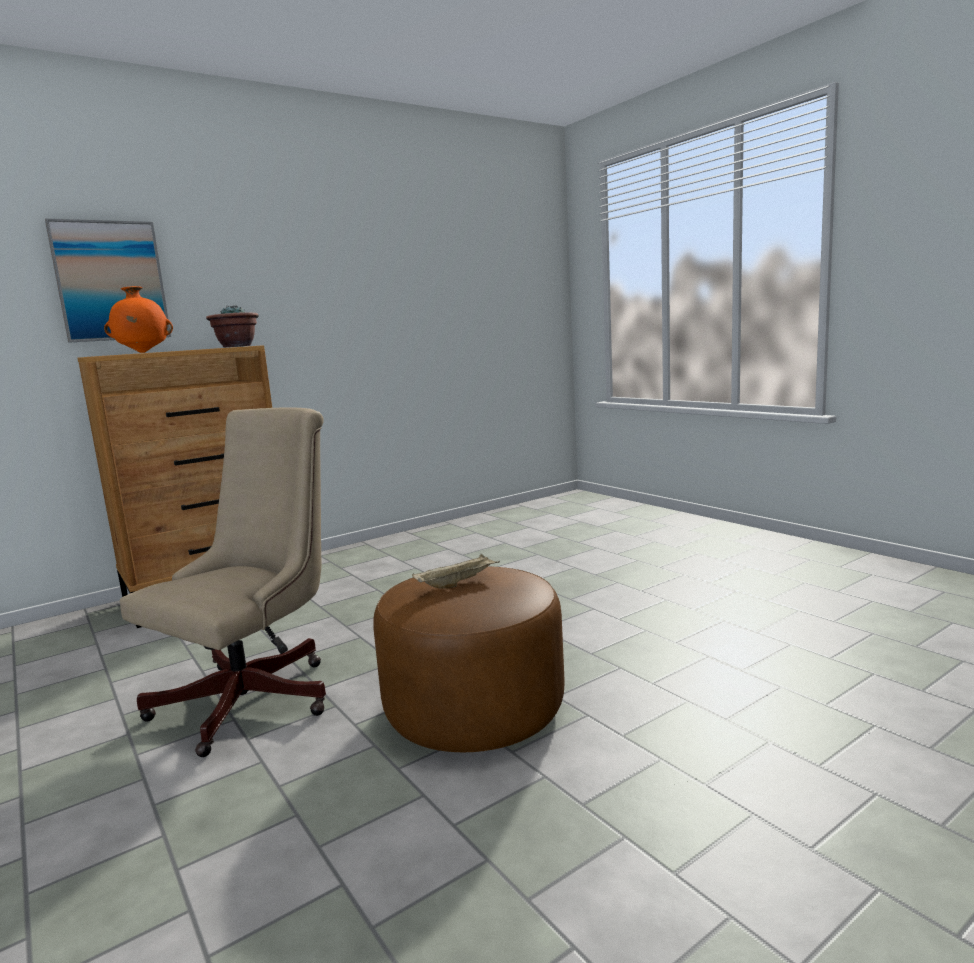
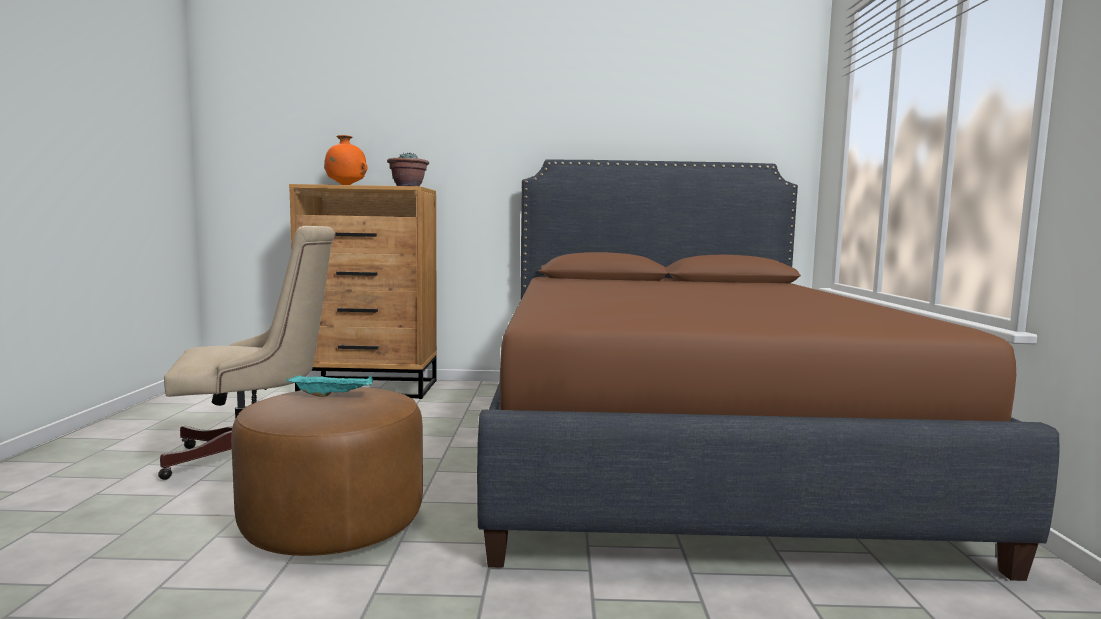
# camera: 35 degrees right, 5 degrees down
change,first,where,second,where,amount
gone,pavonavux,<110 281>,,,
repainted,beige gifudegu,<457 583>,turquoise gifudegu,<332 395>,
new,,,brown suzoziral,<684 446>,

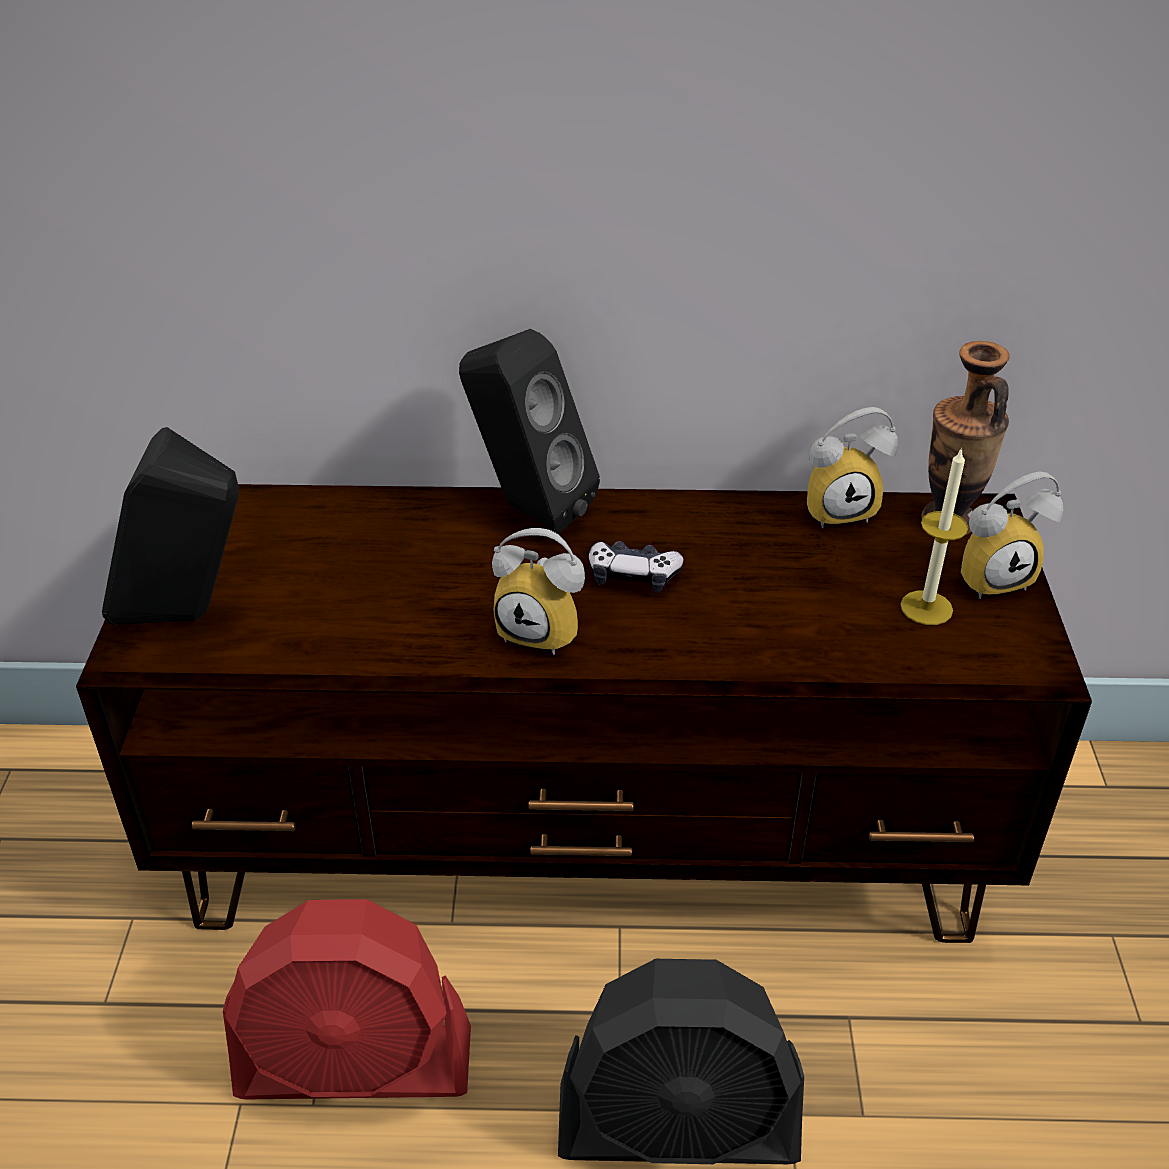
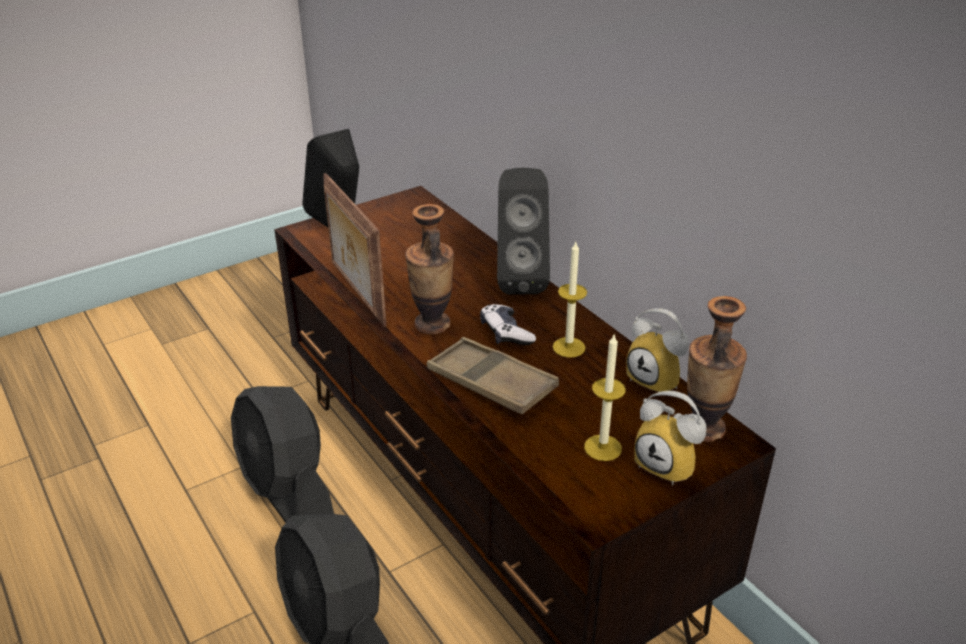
# camera: 55 degrees right, 5 degrees down
change,first,where,second,where,amount
swapped,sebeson,<545 630>,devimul,<432 324>,
repainted,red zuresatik,<356 1064>,black zuresatik,<287 491>,
new,,,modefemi,<356 294>,
new,,,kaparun,<569 347>,
new,,,brown gifudegu,<491 383>,

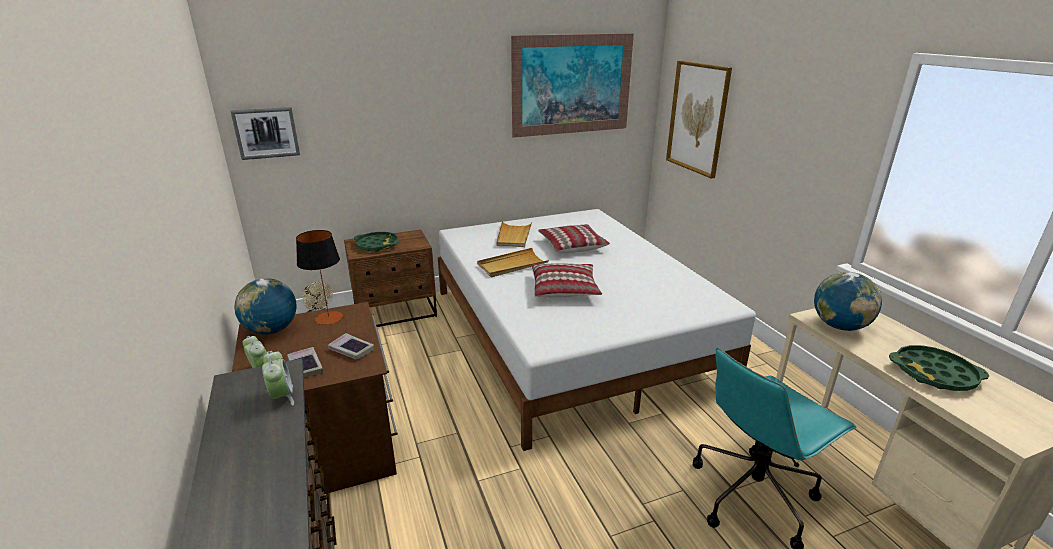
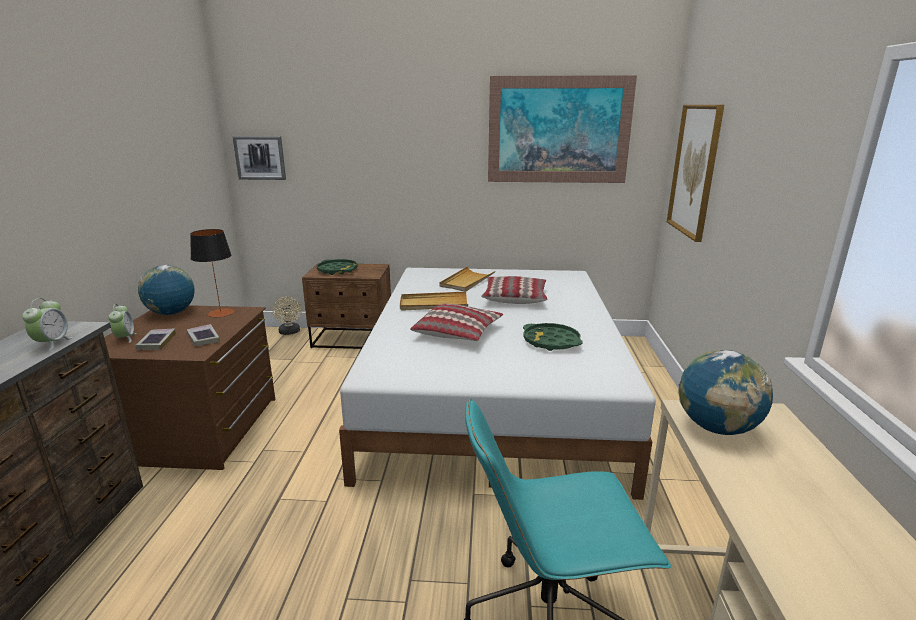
# camera: 25 degrees right, 5 degrees down
change,first,where,second,where,amount
shifted,green gifudegu,<934 373>,,<551 341>,

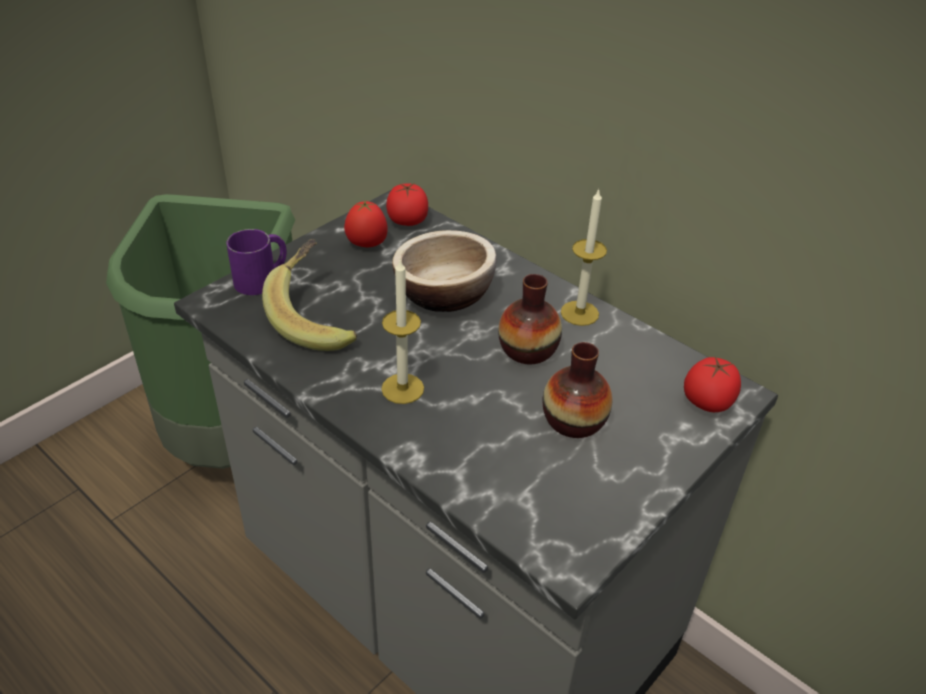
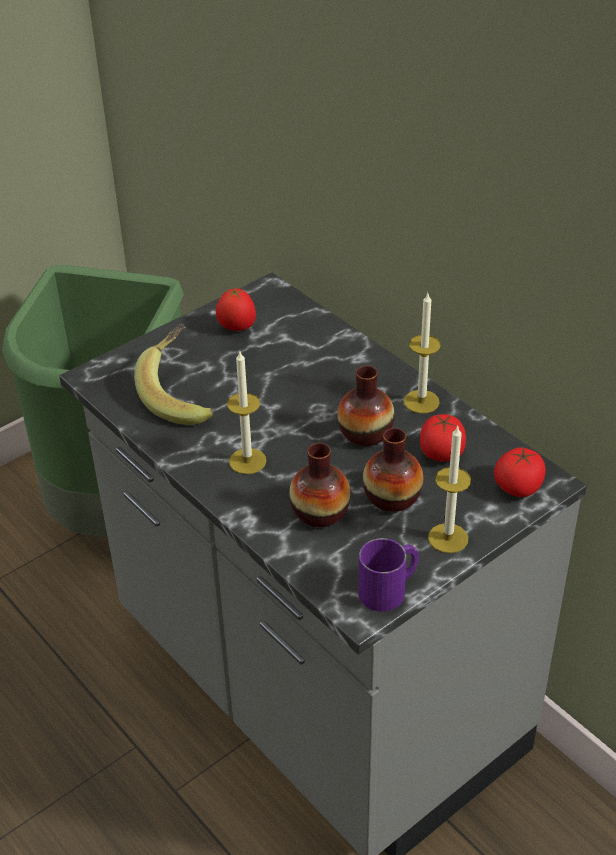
# camera: 10 degrees right, 0 degrees up
change,first,where,second,where,amount
shifted,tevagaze,<407 220>,,<441 453>,
shifted,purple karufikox,<262 278>,,<389 589>,
gone,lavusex,<444 293>,,,
new,,,kaparun,<448 538>,
new,,,devimul,<320 512>,

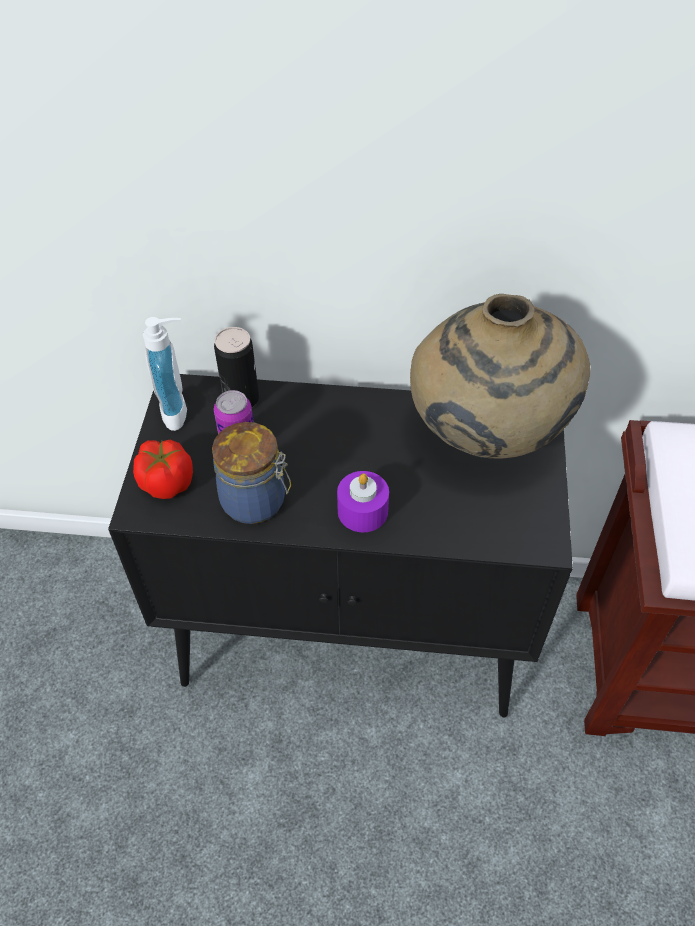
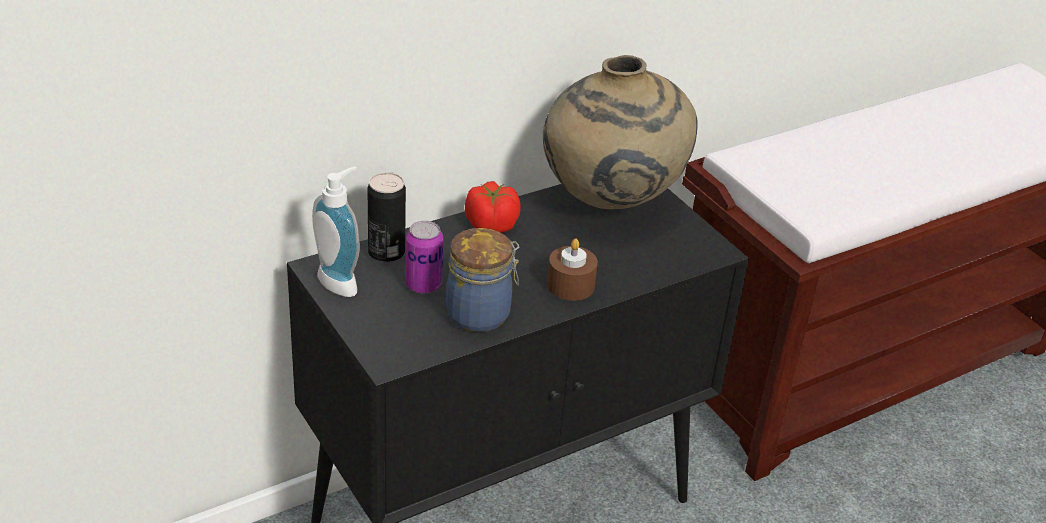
# camera: 40 degrees left, 15 degrees down
change,first,where,second,where,amount
shifted,tevagaze,<166 482>,,<491 225>,
repainted,purple kaparun,<362 511>,brown kaparun,<570 285>,

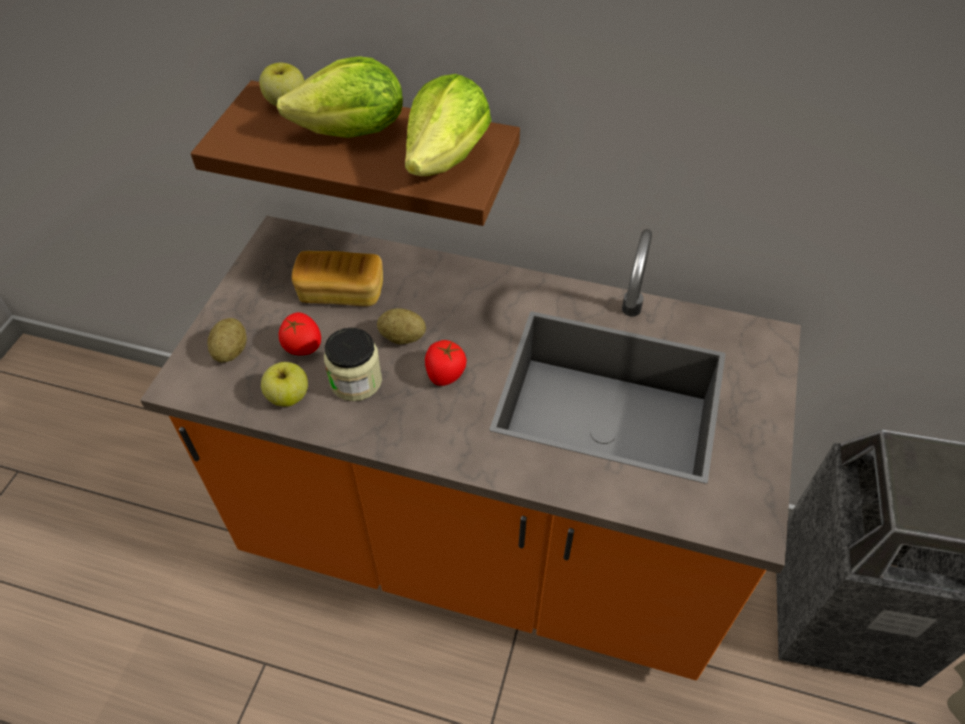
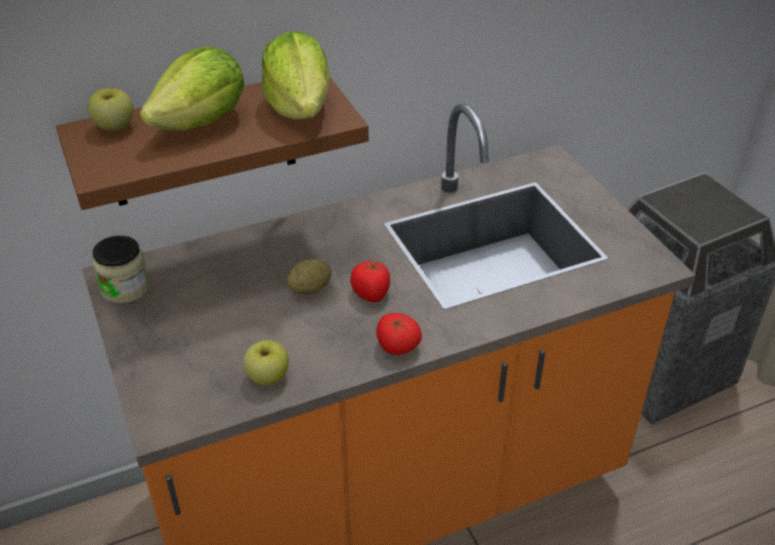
# camera: 40 degrees left, 10 degrees down
change,first,where,second,where,amount
gone,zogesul,<341 292>,,,
shifted,tevagaze,<302 346>,,<397 347>,
gone,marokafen,<231 351>,,,
shifted,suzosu,<356 381>,,<125 288>,

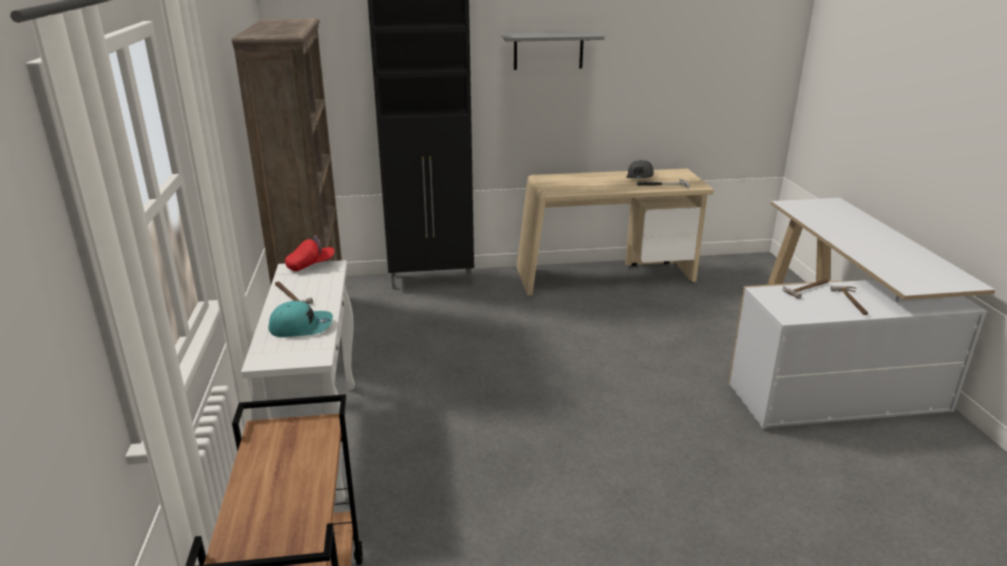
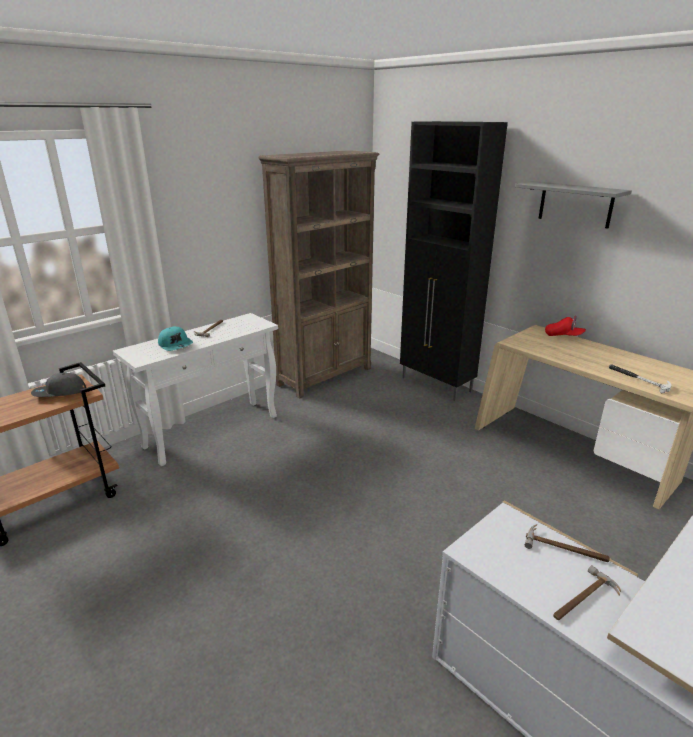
# camera: 55 degrees right, 0 degrees up
change,first,where,second,where,amount
shifted,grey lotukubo,<640 176>,,<59 393>,
shifted,red lotukubo,<311 265>,,<563 336>,

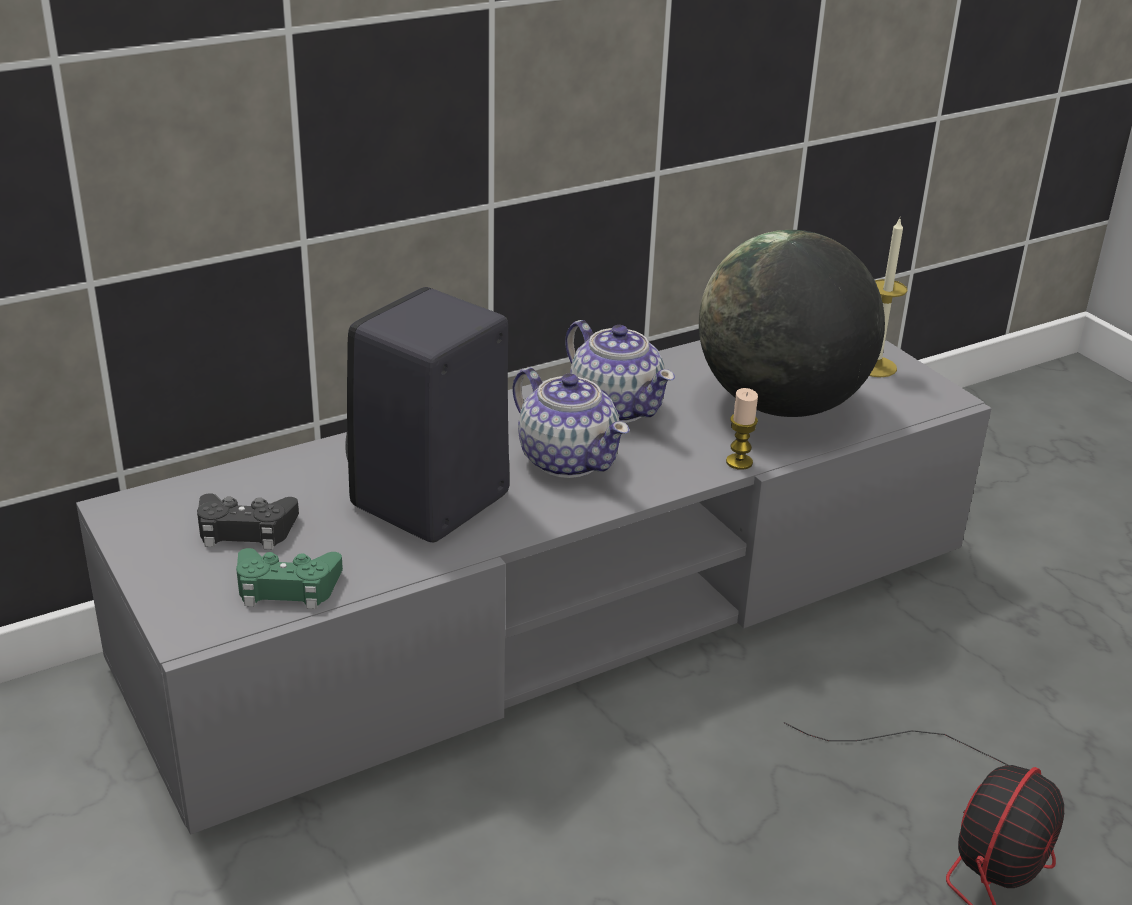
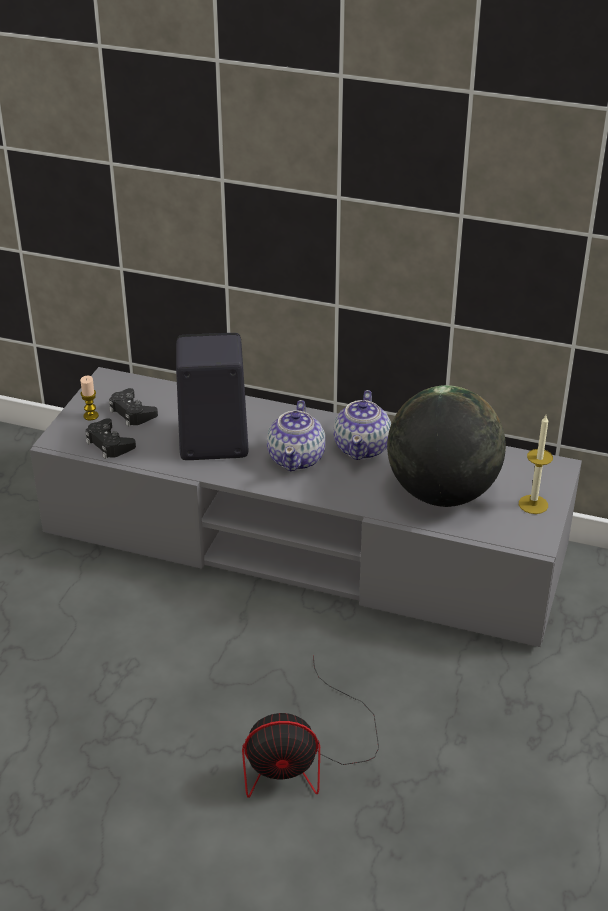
# camera: 50 degrees right, 5 degrees up
change,first,where,second,where,amount
shifted,kaparun,<739 462>,,<91 416>,
repainted,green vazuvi,<287 587>,black vazuvi,<109 444>,

